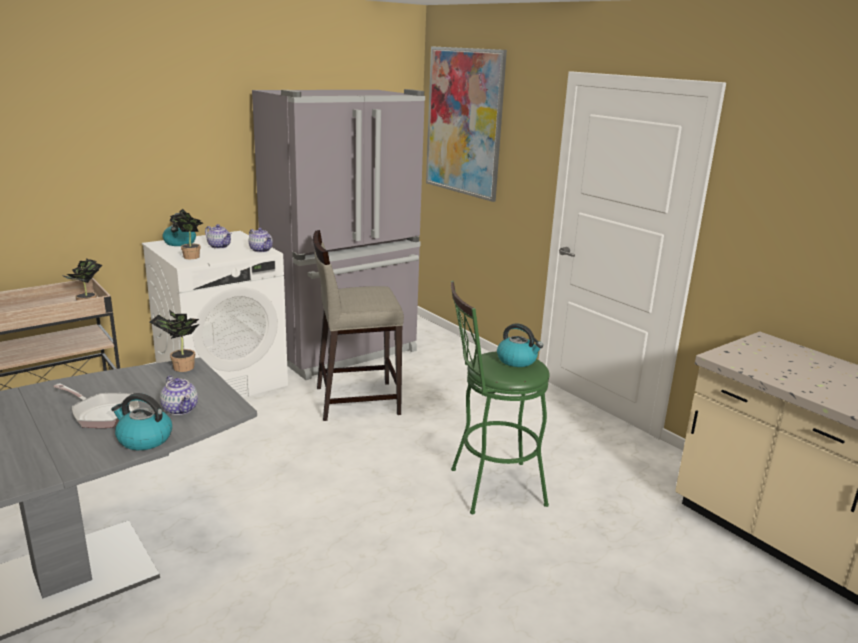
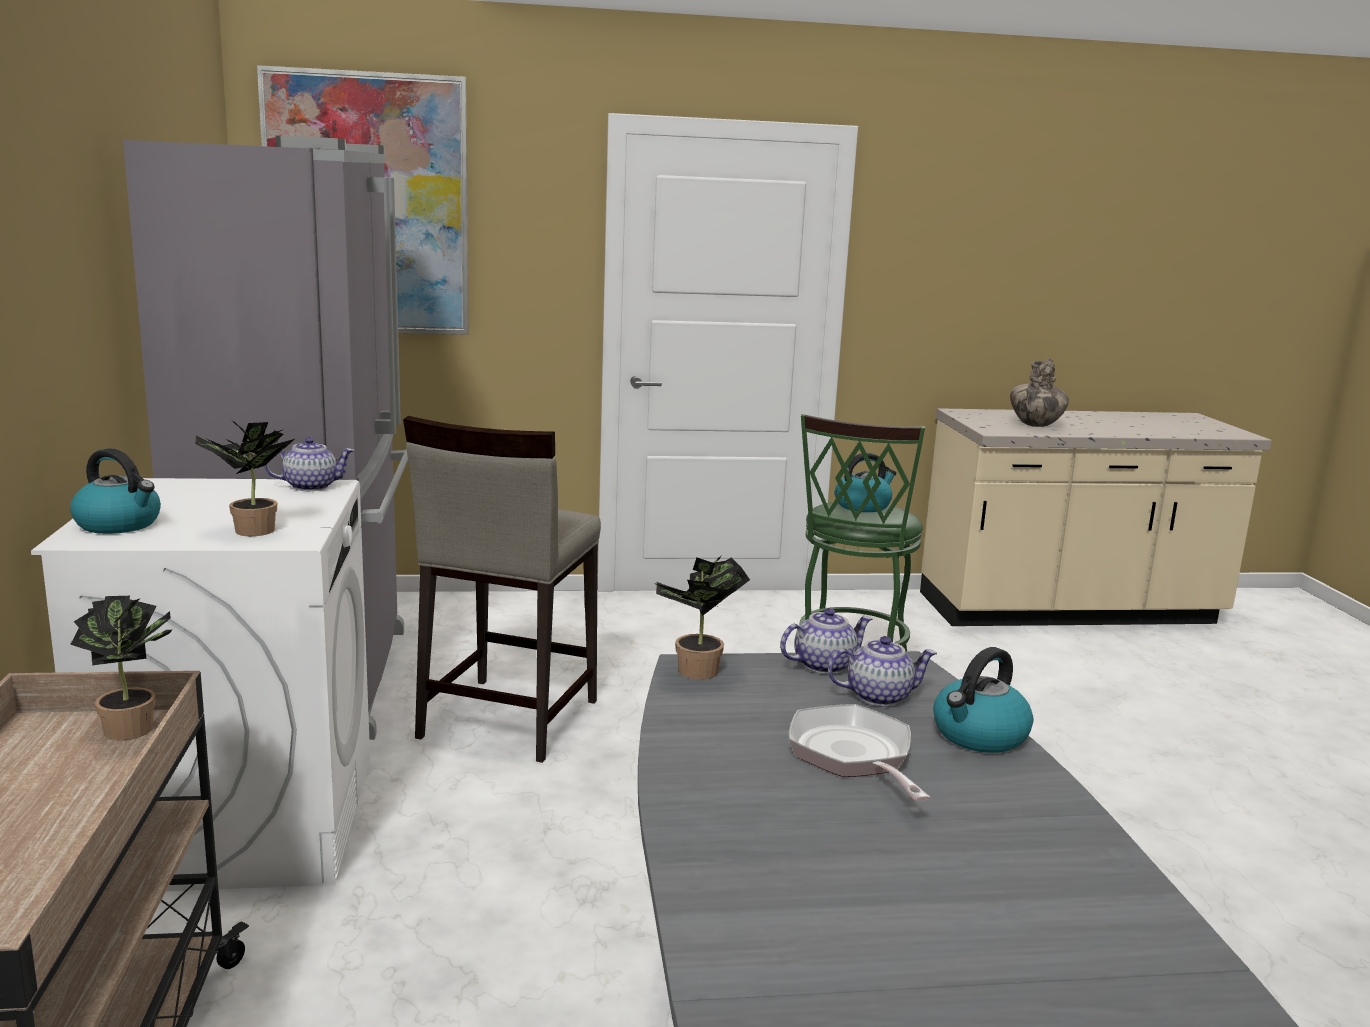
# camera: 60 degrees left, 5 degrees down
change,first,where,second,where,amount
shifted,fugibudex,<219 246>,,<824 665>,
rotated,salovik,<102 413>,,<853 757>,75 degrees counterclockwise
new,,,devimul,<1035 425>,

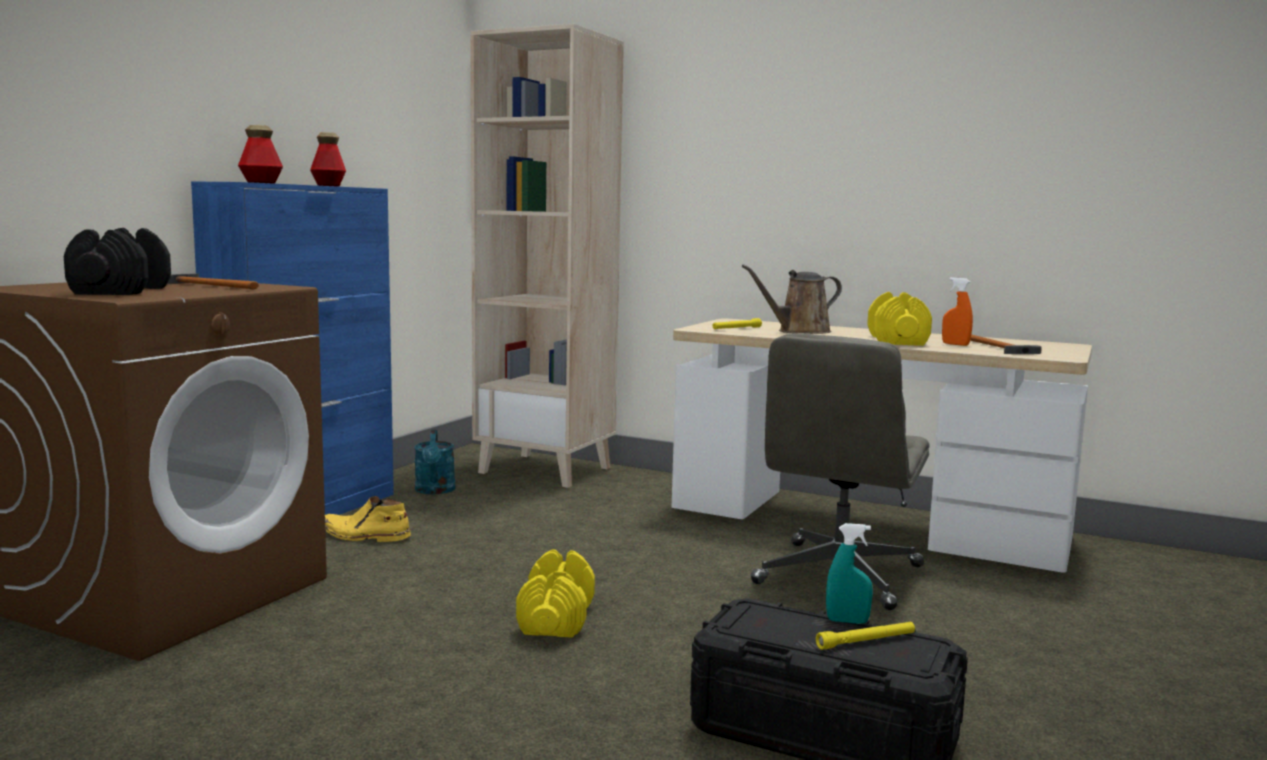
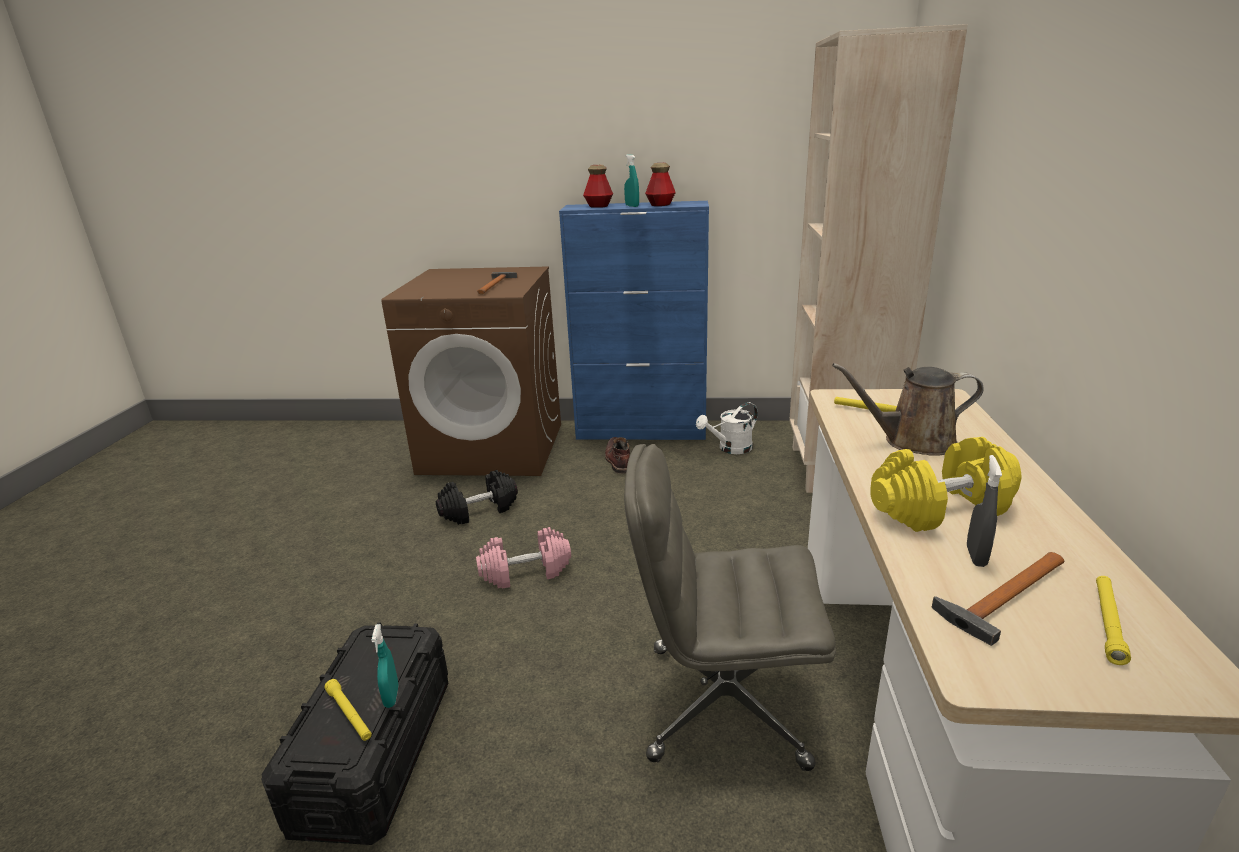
# camera: 70 degrees right, 15 degrees up
change,first,where,second,where,amount
shifted,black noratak,<121 291>,,<479 511>,
rotated,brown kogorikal,<799 331>,,<912 441>,45 degrees counterclockwise
repainted,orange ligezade,<955 344>,grey ligezade,<976 556>,
repainted,turquoise kogorikal,<435 491>,white kogorikal,<730 449>,
repainted,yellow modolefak,<364 536>,brown modolefak,<618 460>,
repainted,yellow noratak,<556 618>,pink noratak,<525 572>,
new,,,turquoise ligezade,<632 206>,
new,,,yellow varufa,<1107 623>,

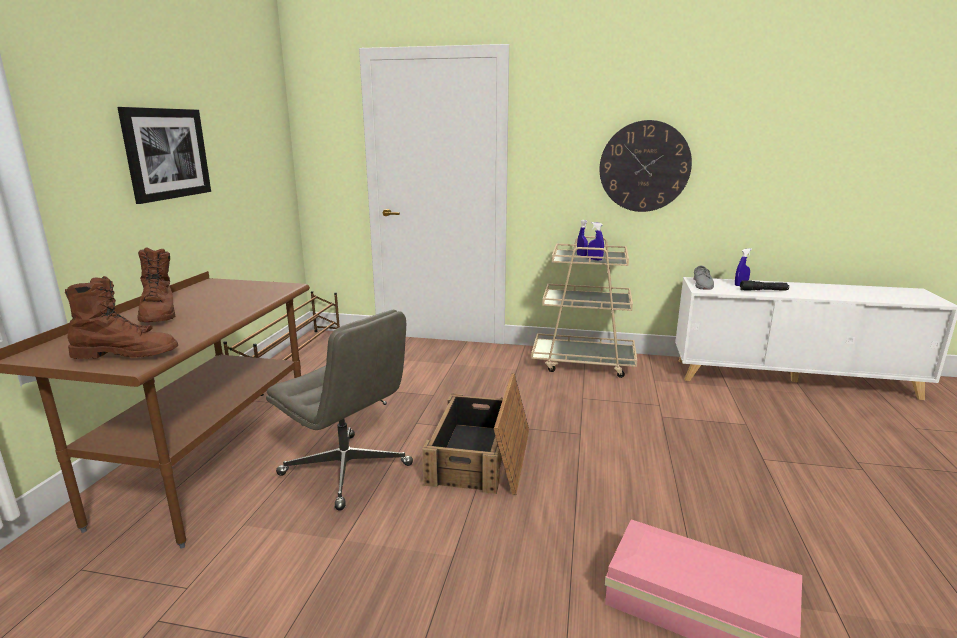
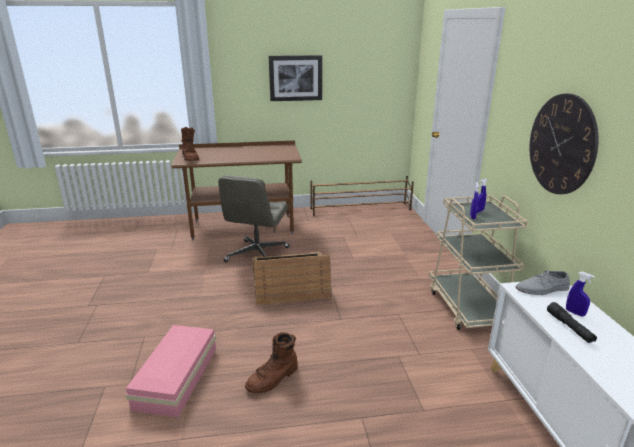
# camera: 70 degrees right, 5 degrees up
change,first,where,second,where,amount
shifted,brown modolefak,<160 315>,,<273 379>,

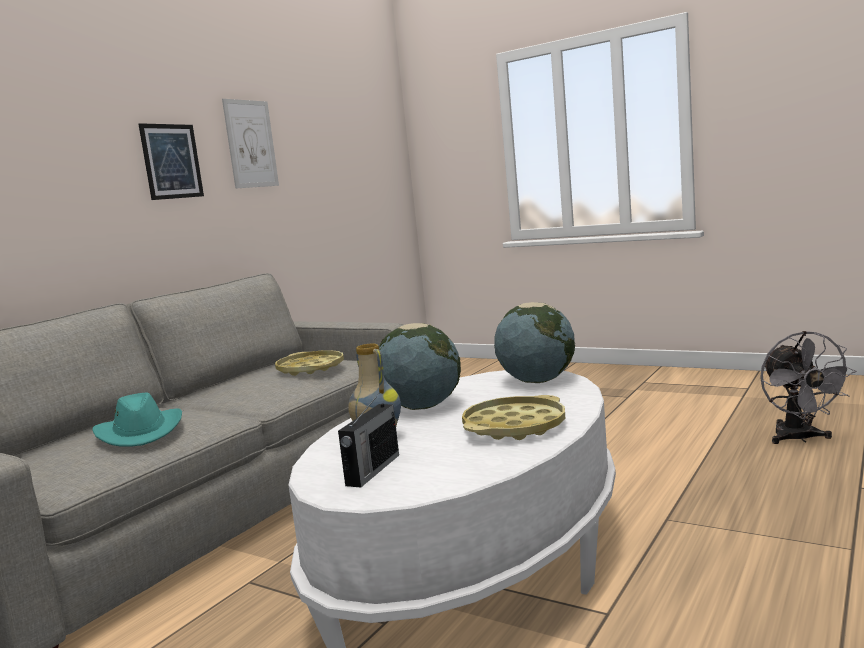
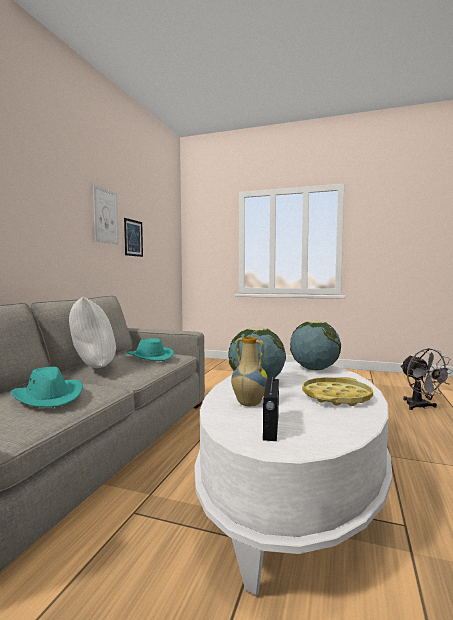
# camera: 15 degrees left, 5 degrees down
change,first,where,second,where,amount
shifted,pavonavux,<172 161>,,<133 238>,
swapped,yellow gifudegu,<310 368>,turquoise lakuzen,<149 357>,
new,,,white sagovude,<92 368>,

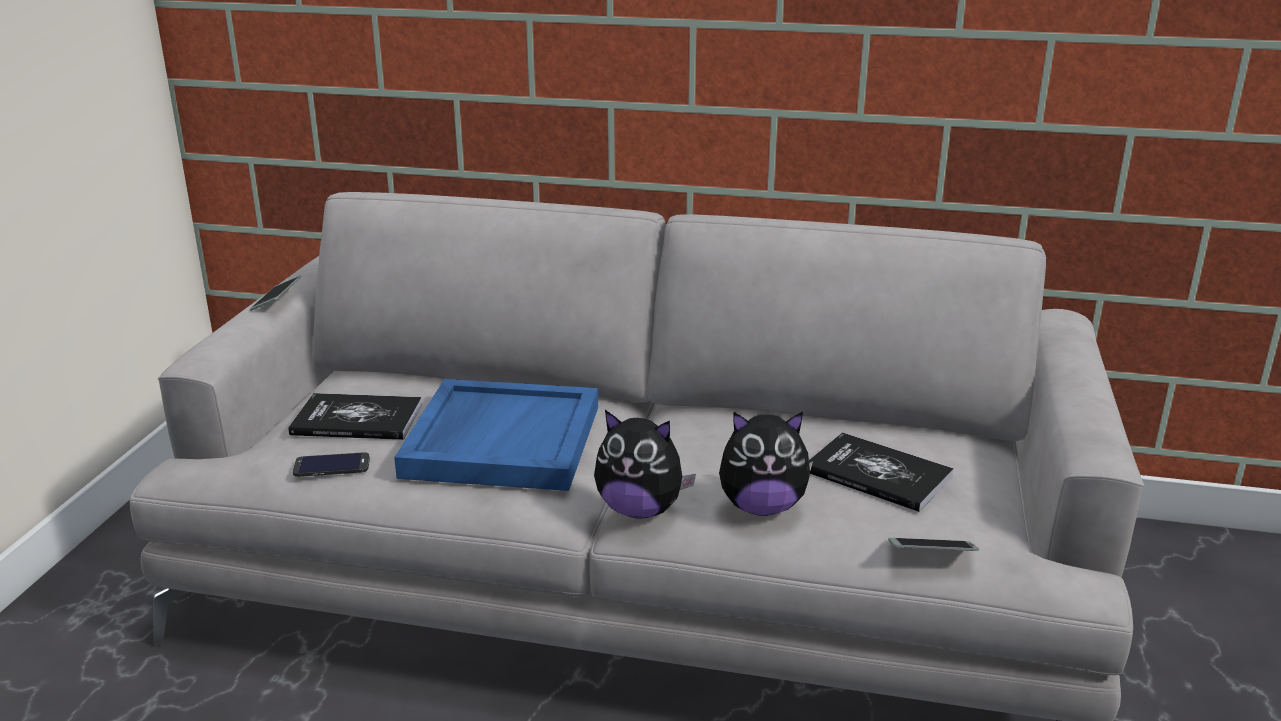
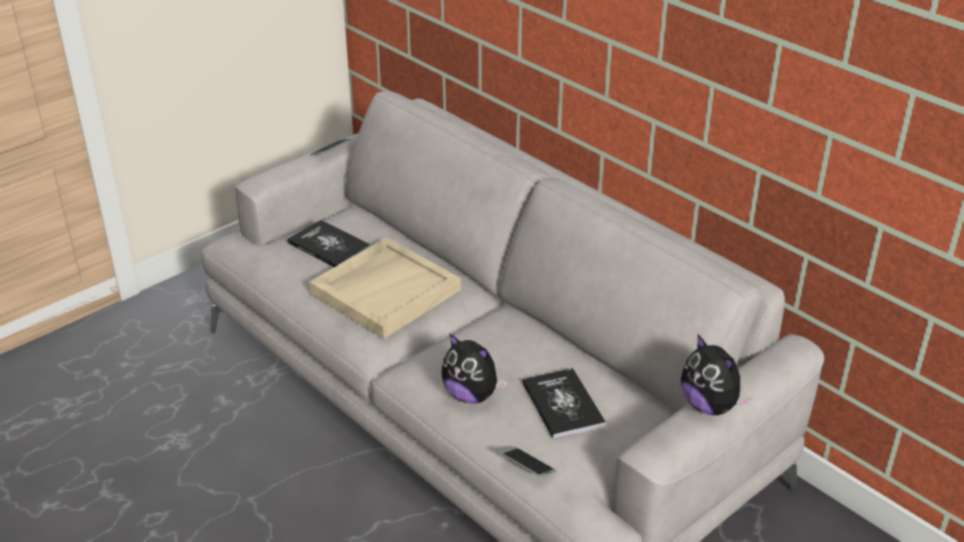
# camera: 35 degrees right, 10 degrees up
change,first,where,second,where,amount
repainted,blue gifudegu,<501 440>,beige gifudegu,<385 290>,
shifted,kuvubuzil,<640 510>,,<710 406>,
gone,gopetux,<331 466>,,,

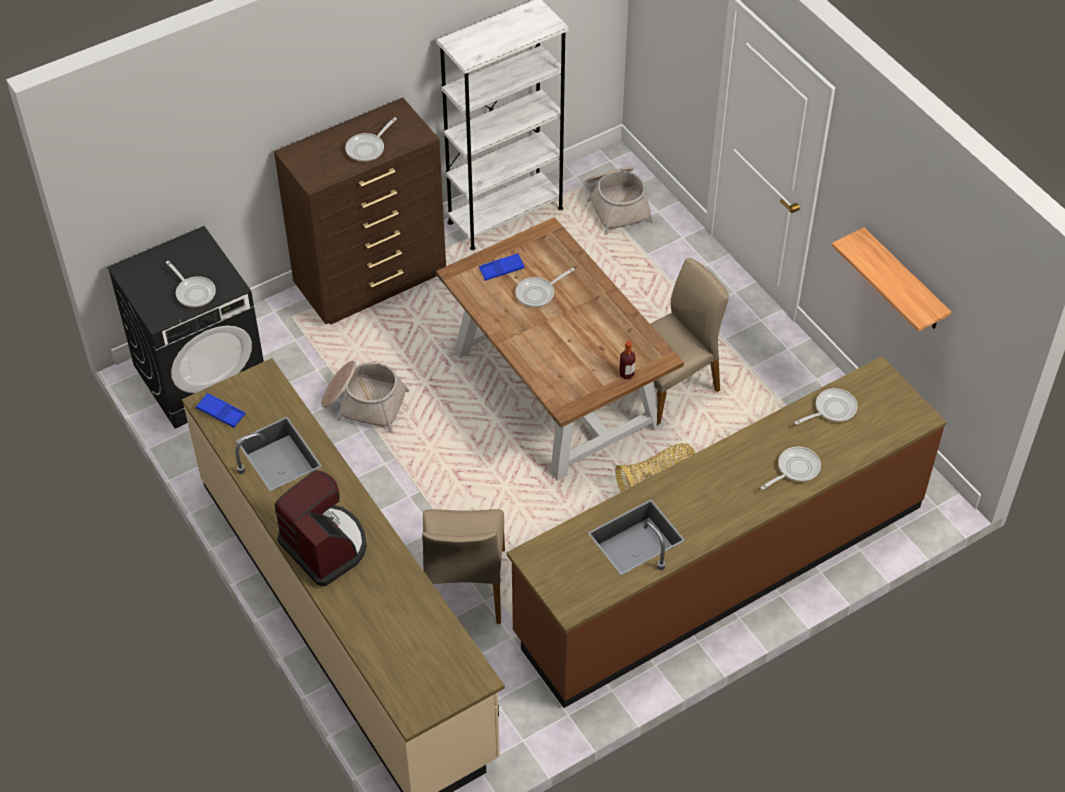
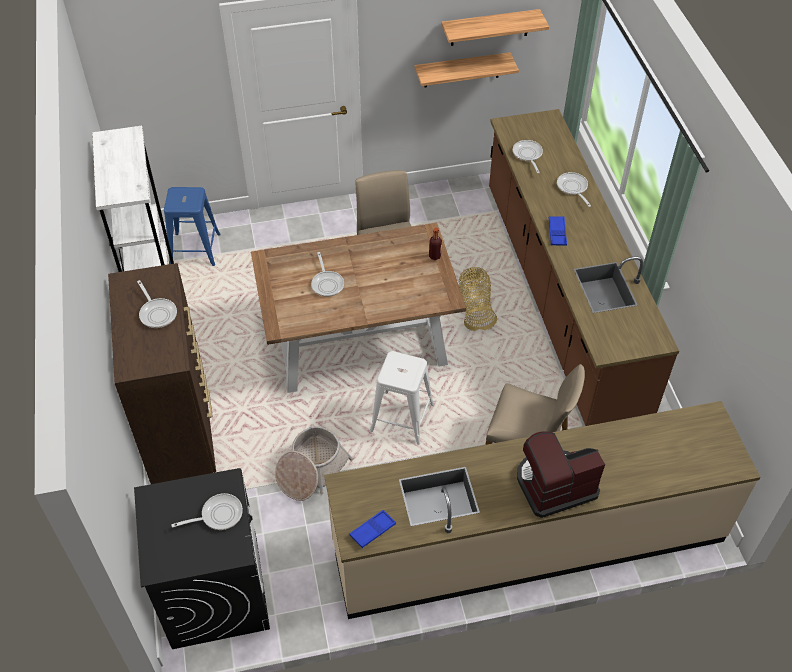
# camera: 70 degrees left, 0 degrees up
change,first,where,second,where,amount
swapped,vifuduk,<617 205>,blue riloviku,<195 249>,
shifted,blue gifudegu,<501 269>,,<557 233>,
new,,,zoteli,<489 27>,
new,,,white riloviku,<402 417>,

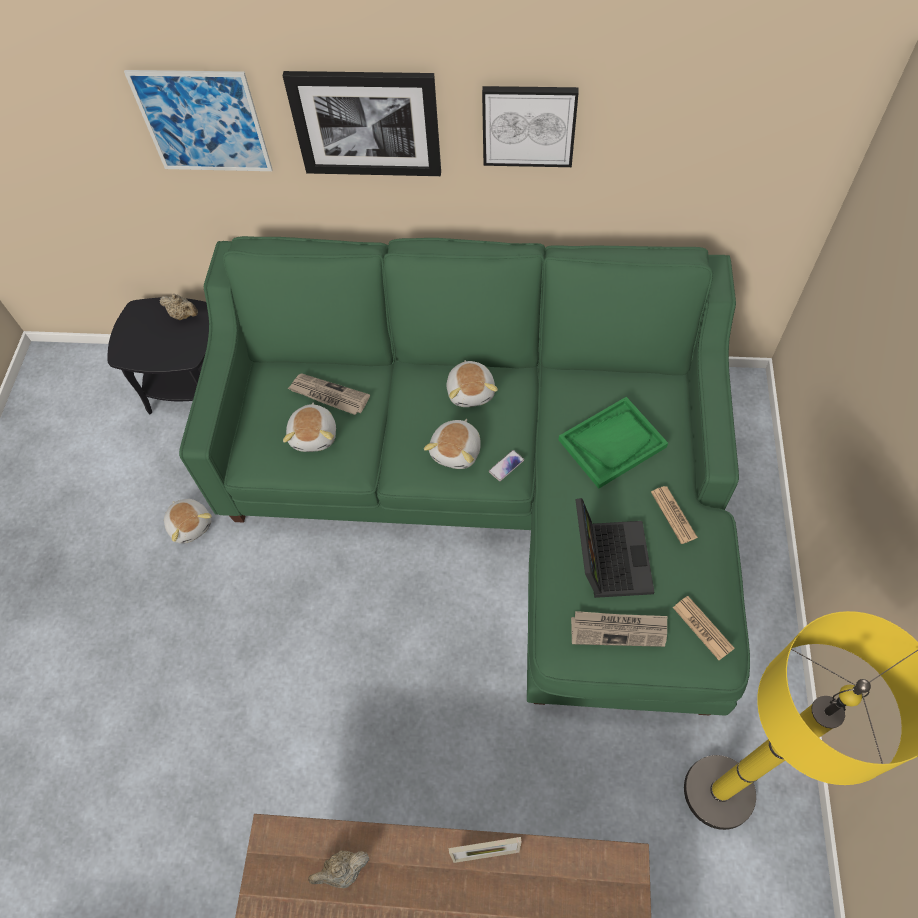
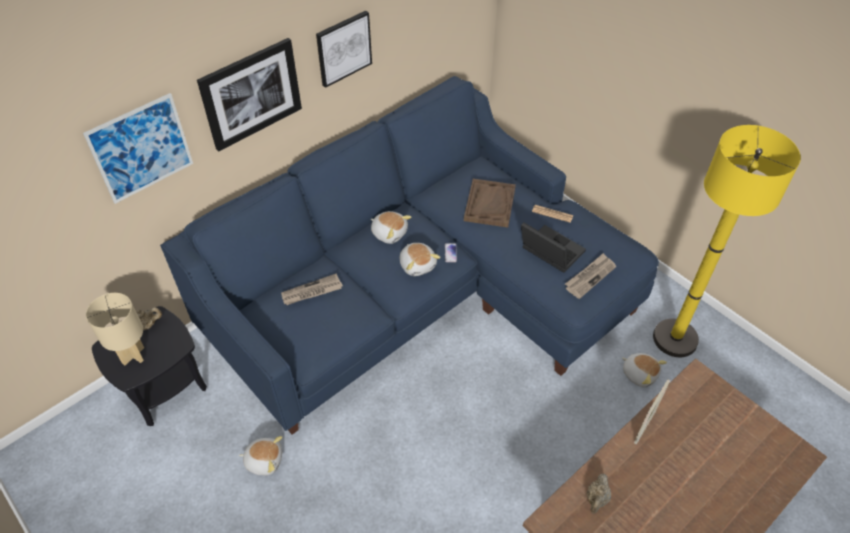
# camera: 50 degrees left, 10 degrees down
change,first,where,second,where,amount
repainted,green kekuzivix,<496 485>,blue kekuzivix,<421 294>,
repainted,green gifudegu,<612 443>,brown gifudegu,<489 204>,
shifted,kuvubuzil,<314 435>,,<639 373>,
gone,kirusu,<702 628>,,,
new,,,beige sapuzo,<132 355>,

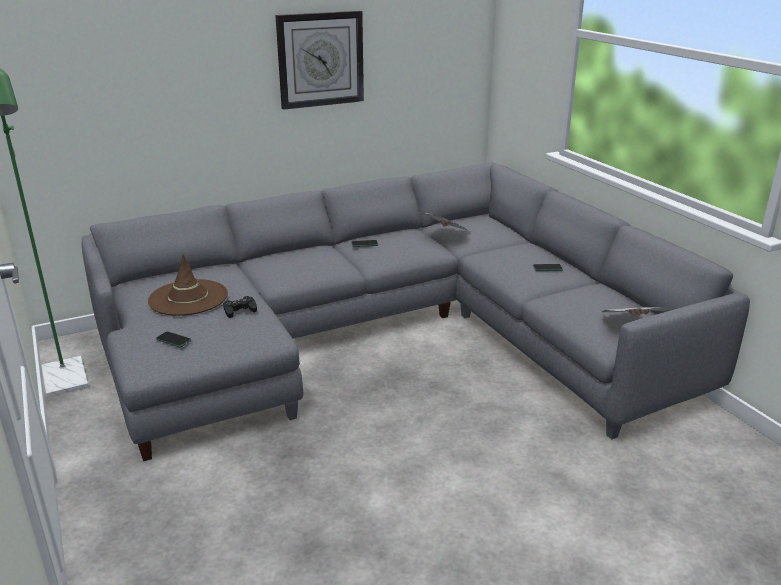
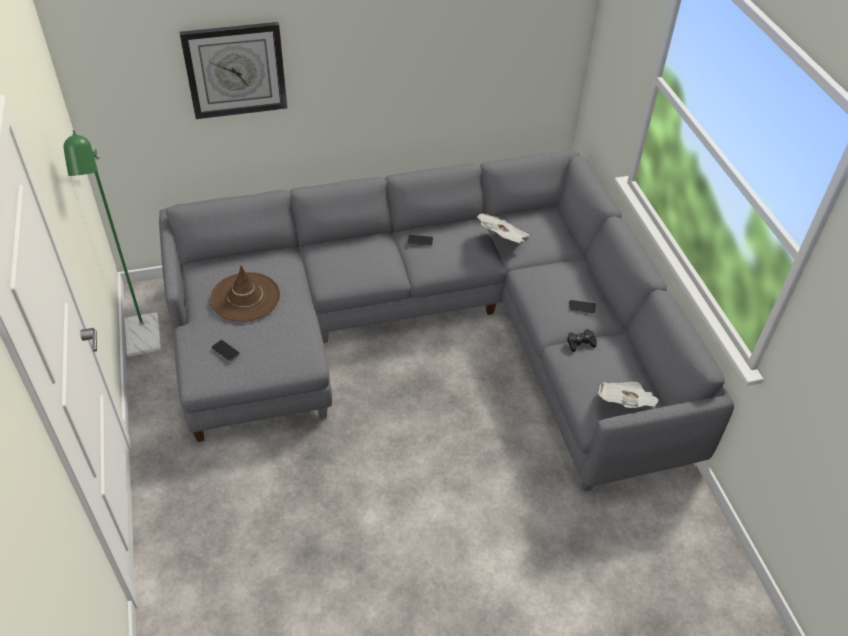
# camera: 10 degrees right, 20 degrees up
change,first,where,second,where,amount
shifted,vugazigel,<320 59>,,<235 70>,
shifted,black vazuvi,<240 310>,,<580 343>,

